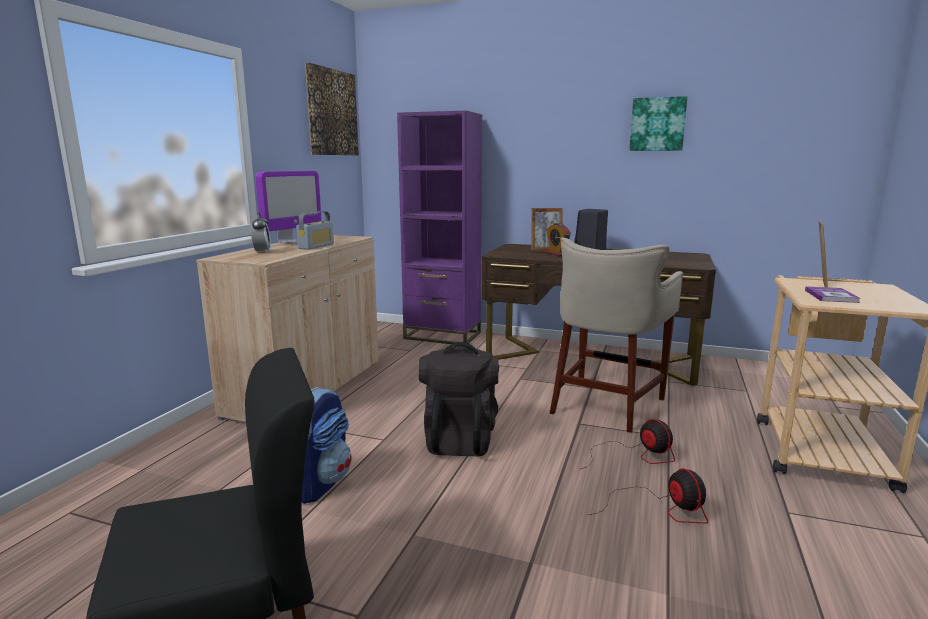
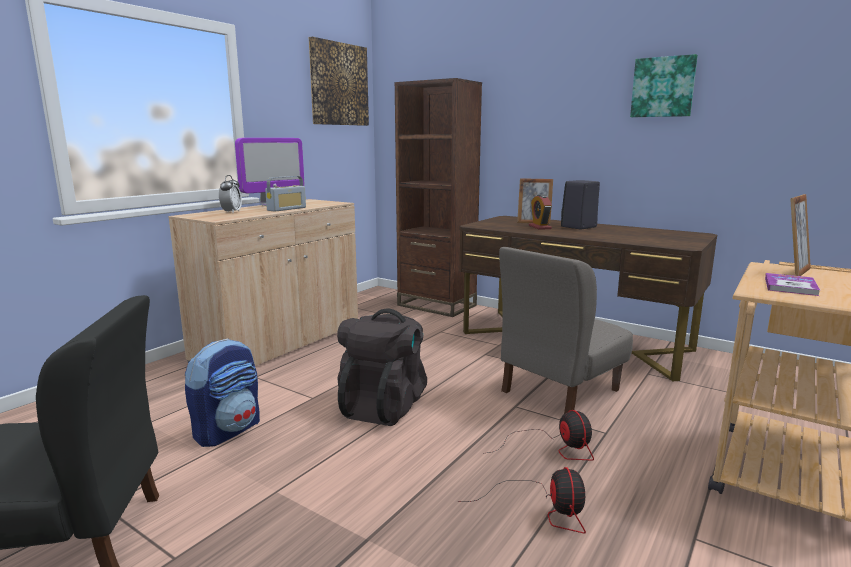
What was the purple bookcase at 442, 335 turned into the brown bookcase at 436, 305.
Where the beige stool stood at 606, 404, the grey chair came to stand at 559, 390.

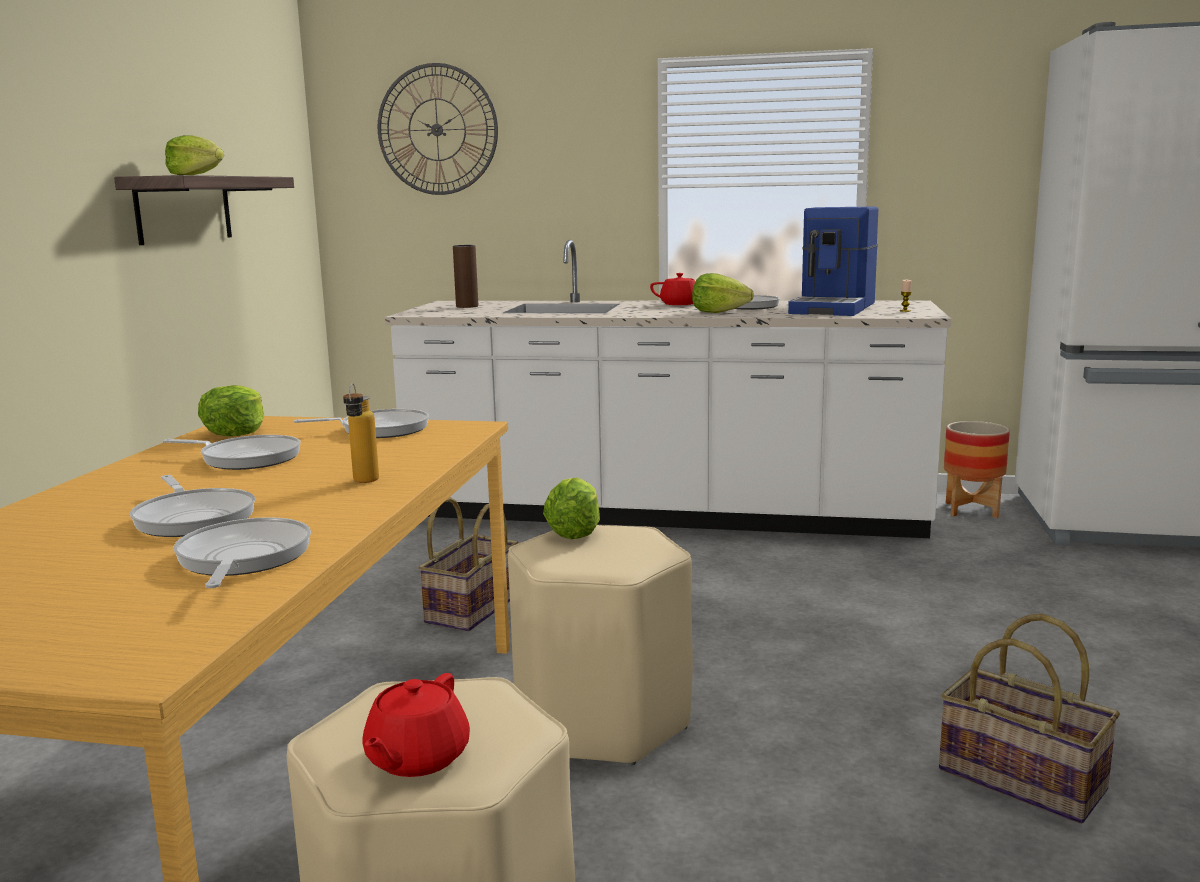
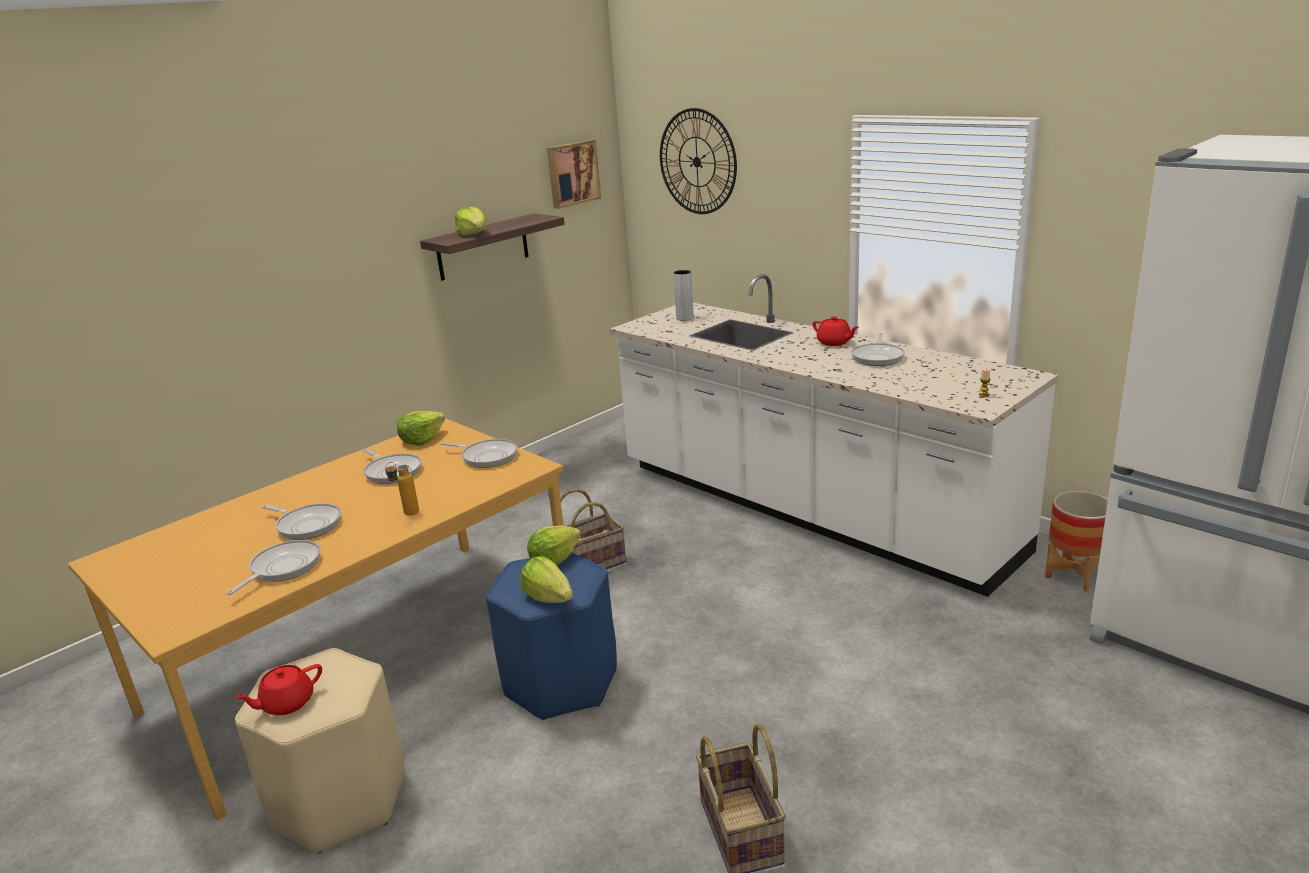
The frying pan at 194, 518 ended up facing another way, 60 degrees counterclockwise from before.
What was the brown vase at 467, 306 turned into the grey vase at 685, 318.
What was the beige stool at 602, 722 turned into the blue stool at 561, 683.
The lettuce ended up elsewhere, having gone from 718, 312 to 549, 597.
The second view lost the coffee machine at 834, 308.
The second view gained the picture at 572, 173.

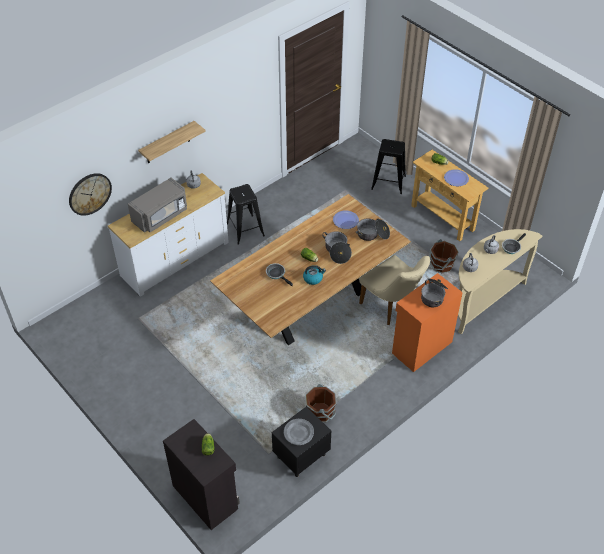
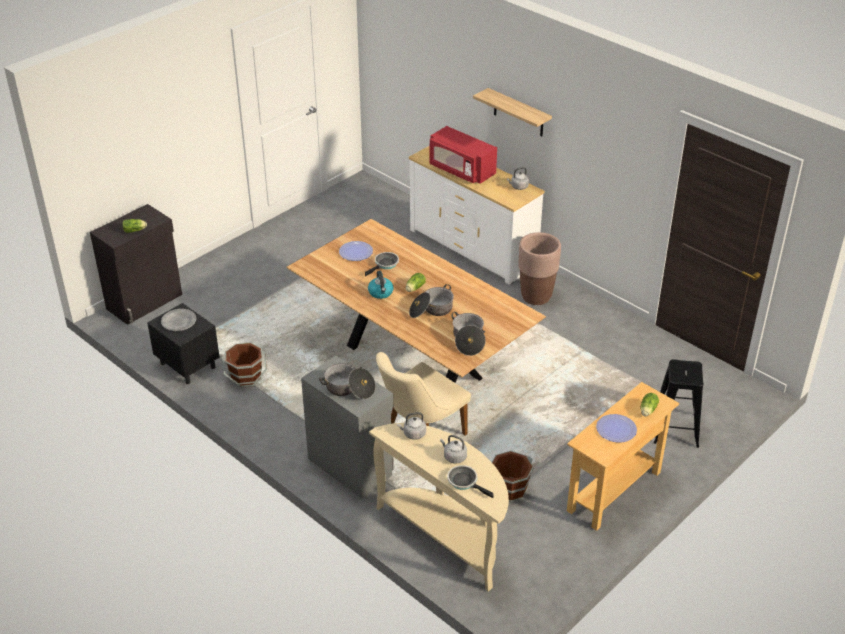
The second view lost the wall clock at 89, 193.
What was the grey microwave at 160, 216 turned into the red microwave at 461, 170.
Where the black stool stood at 245, 229, the brown planter came to stand at 536, 296.
The plate ended up elsewhere, having gone from 345, 220 to 356, 252.
What was the orange cabinet at 421, 347 turned into the grey cabinet at 350, 466.

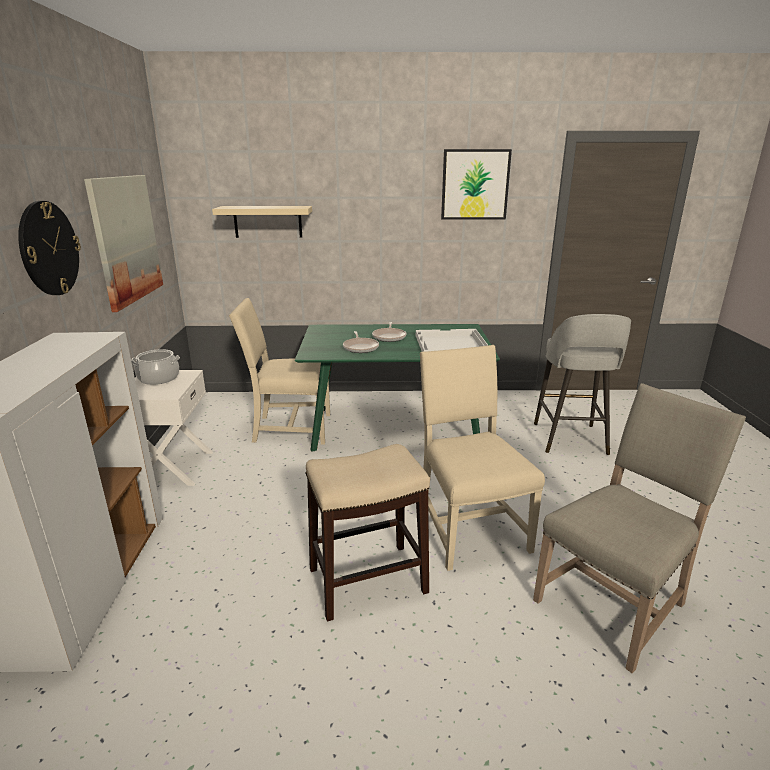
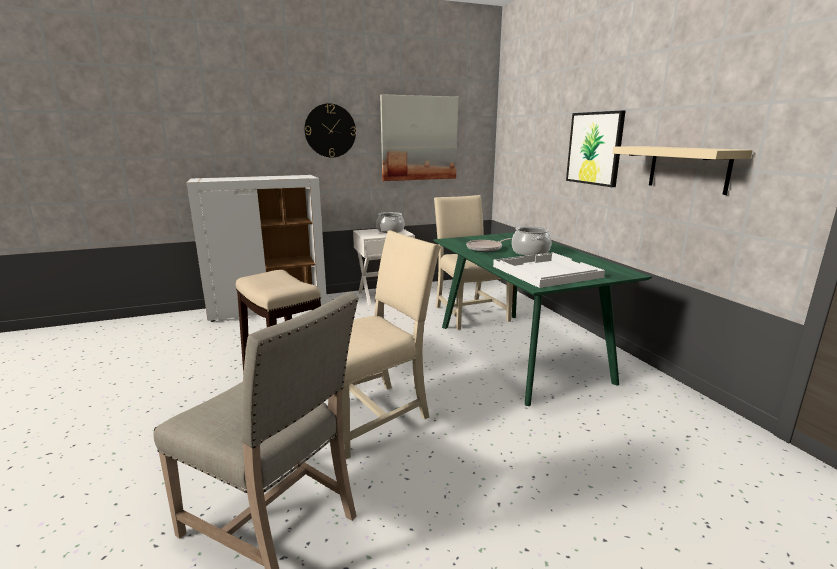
The beige shelf ended up elsewhere, having gone from 268, 221 to 688, 169.
Where the frying pan stood at 389, 337, the cooking pot came to stand at 530, 252.
The picture ended up elsewhere, having gone from 475, 185 to 595, 148.
The second view lost the grey stool at 570, 440.

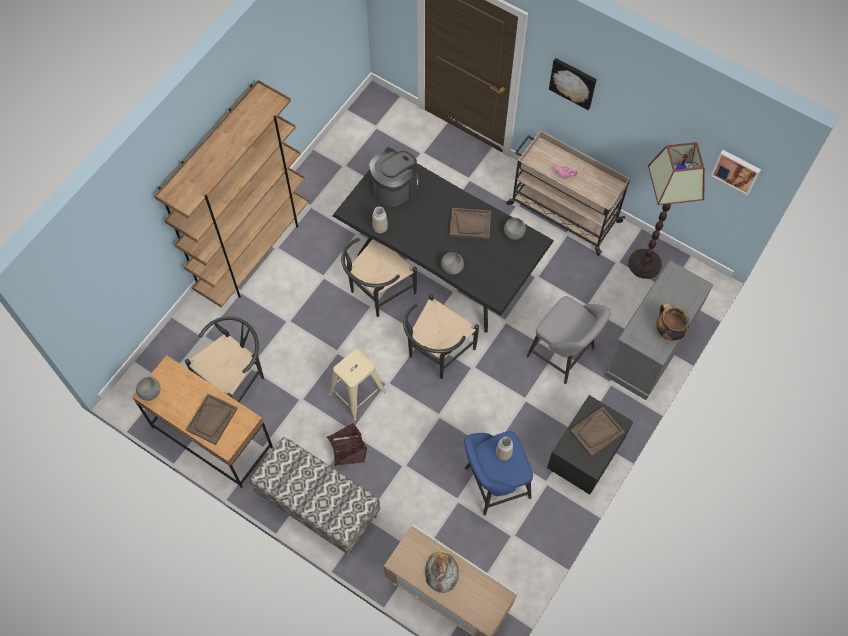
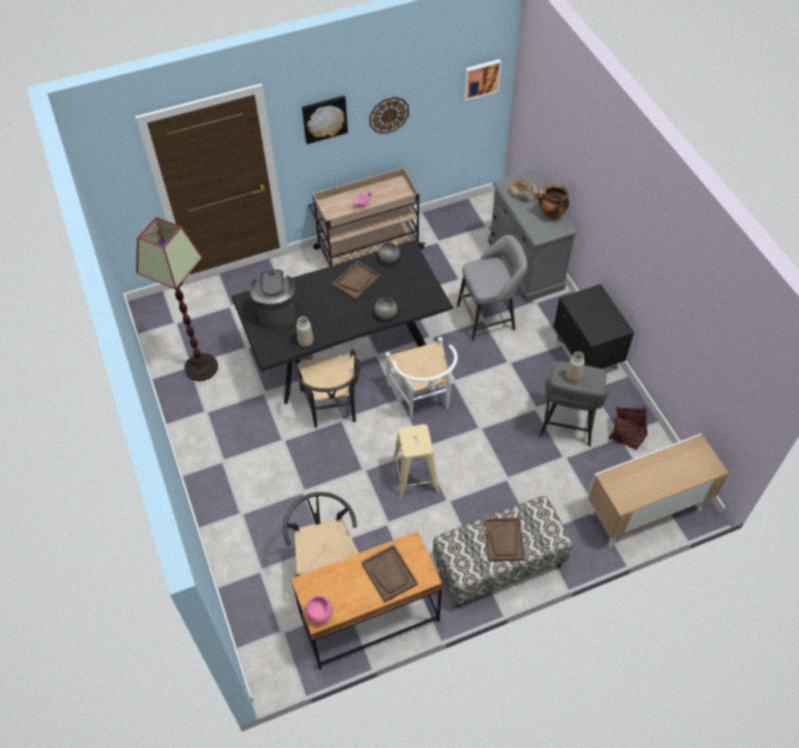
What was the grey bowl at 150, 392 turned into the pink bowl at 319, 614.
The second view lost the brown bookcase at 253, 251.
The basket ended up elsewhere, having gone from 348, 450 to 627, 434.
What was the black chair at 436, 354 turned into the white chair at 423, 399.
The bread ended up elsewhere, having gone from 441, 572 to 524, 192.
What was the blue stool at 493, 484 turned into the grey stool at 567, 424.
The brown tray ended up elsewhere, having gone from 596, 432 to 504, 540.
The floor lamp ended up elsewhere, having gone from 645, 264 to 201, 367.
The second view gained the wall clock at 388, 115.

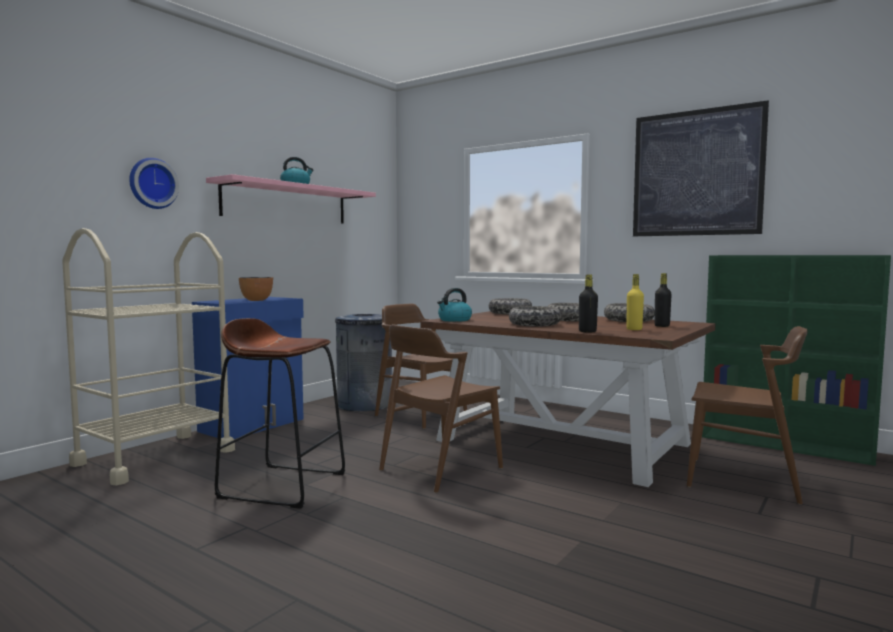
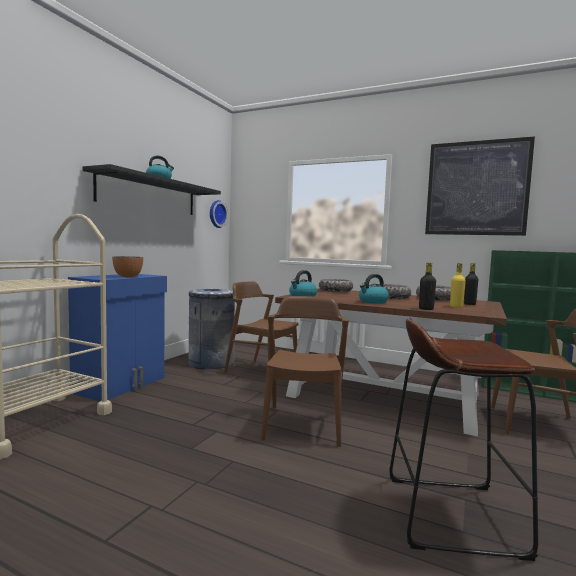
The wall clock ended up elsewhere, having gone from 152, 183 to 216, 214.
What was the pink shelf at 287, 203 turned into the black shelf at 149, 195.
The brown stool ended up elsewhere, having gone from 283, 485 to 451, 514.
The brown chair at 440, 469 ended up facing another way, 150 degrees clockwise from before.
Where the bowl stood at 534, 324, the kettle came to stand at 373, 302.

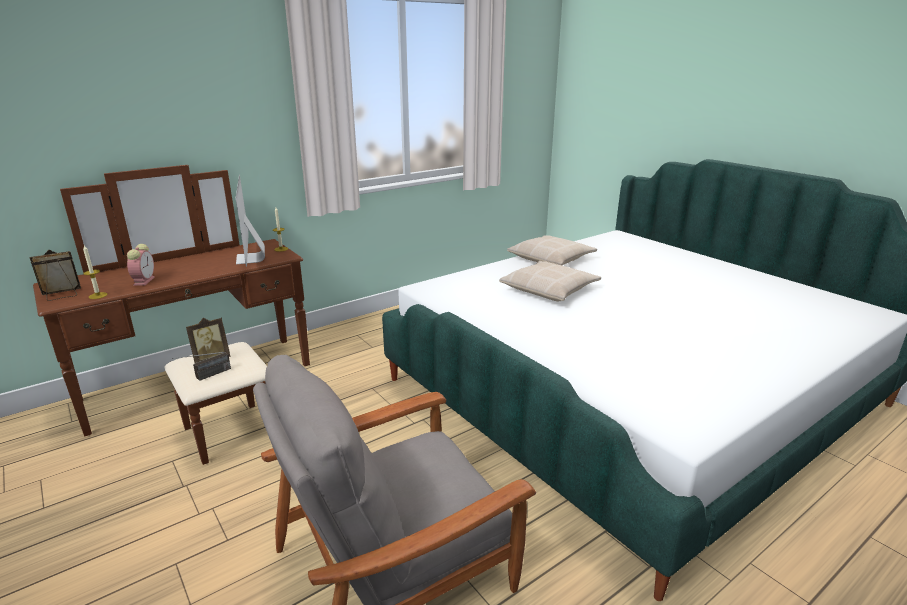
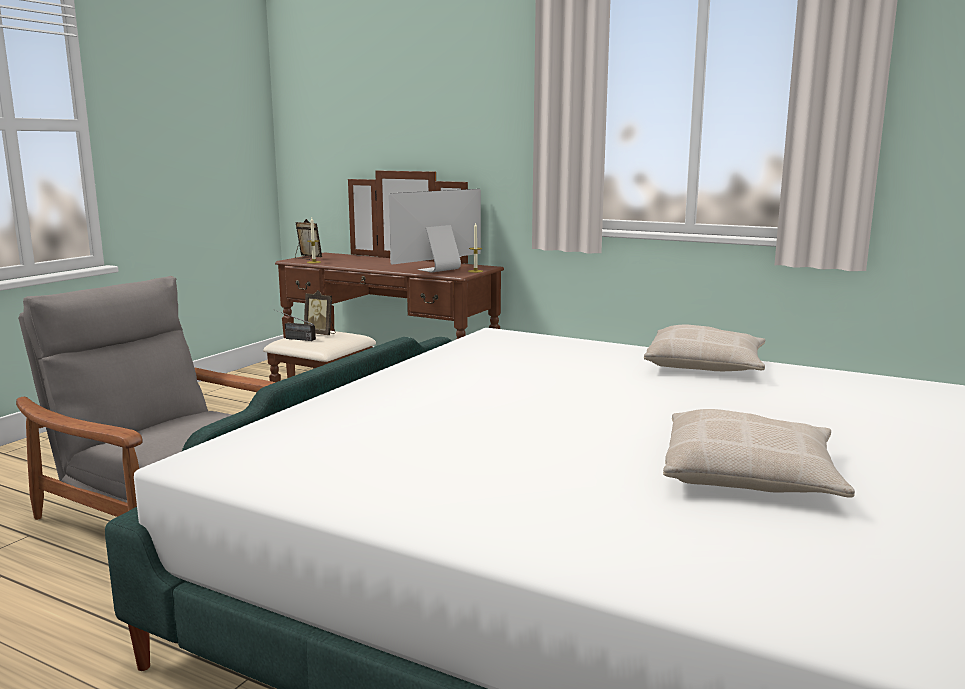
The second view lost the alarm clock at 144, 280.
The beige pillow ended up elsewhere, having gone from 549, 289 to 750, 475.

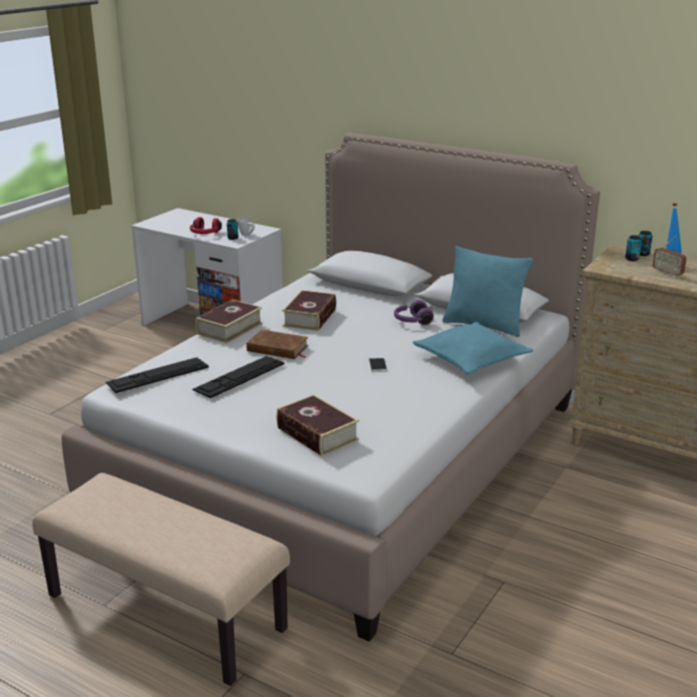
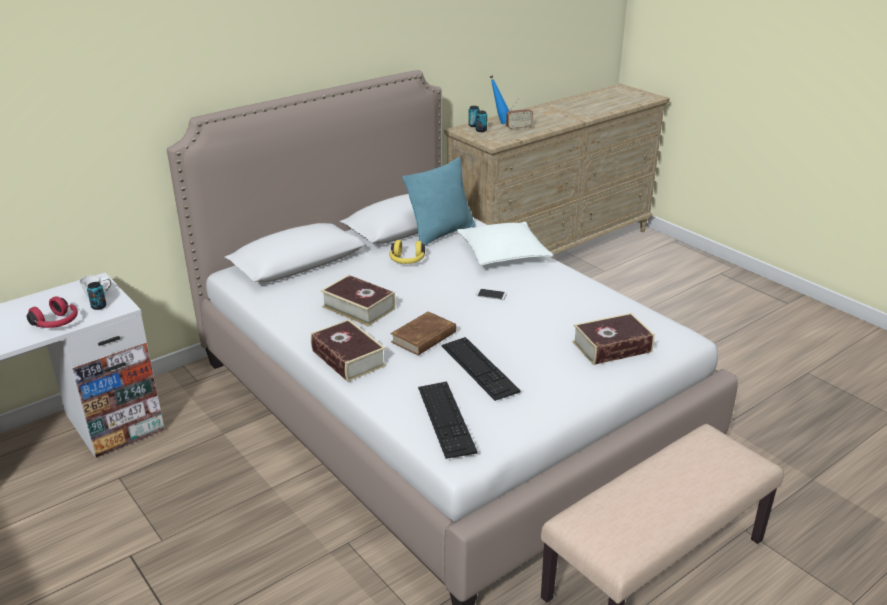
What was the purple headphones at 412, 321 turned into the yellow headphones at 407, 261.
What was the turquoise pillow at 471, 359 turned into the white pillow at 503, 253.

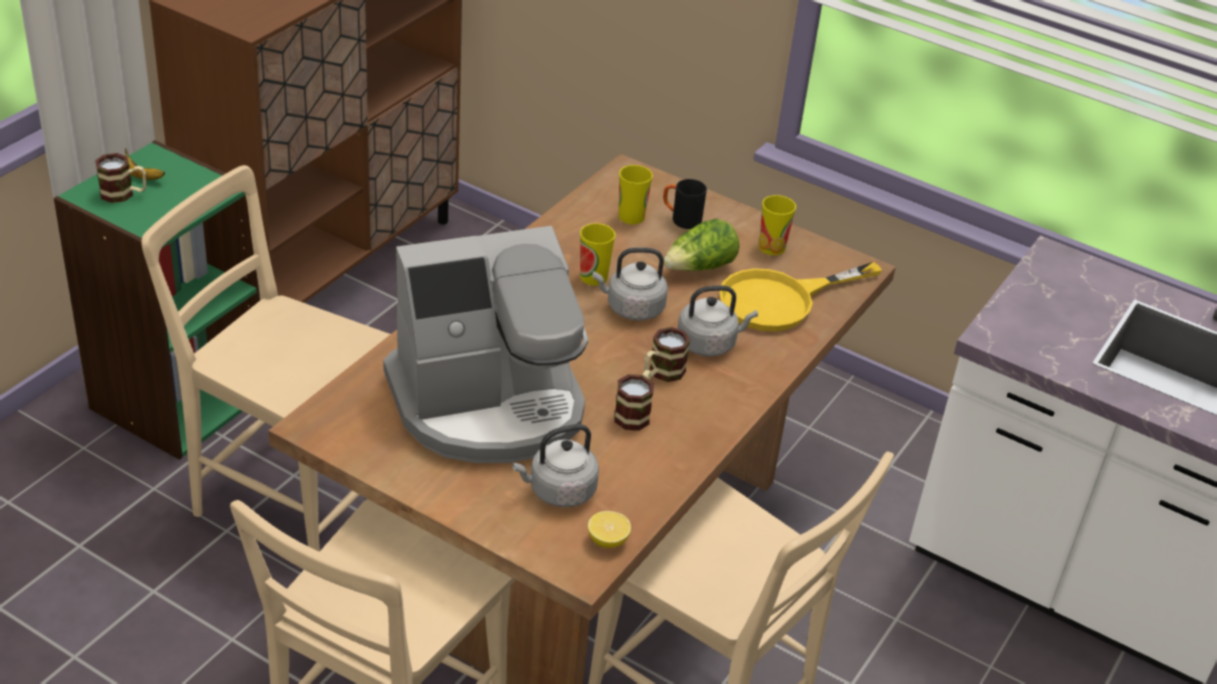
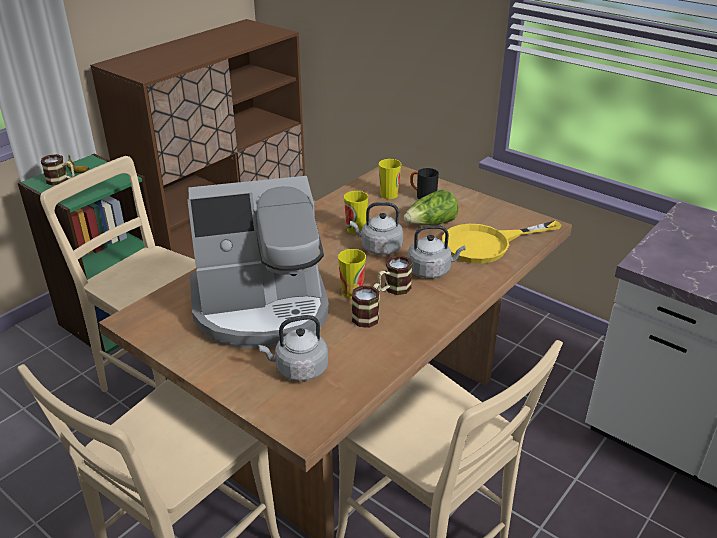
The second view lost the lemon at 608, 540.
The cup ended up elsewhere, having gone from 771, 247 to 352, 291.

